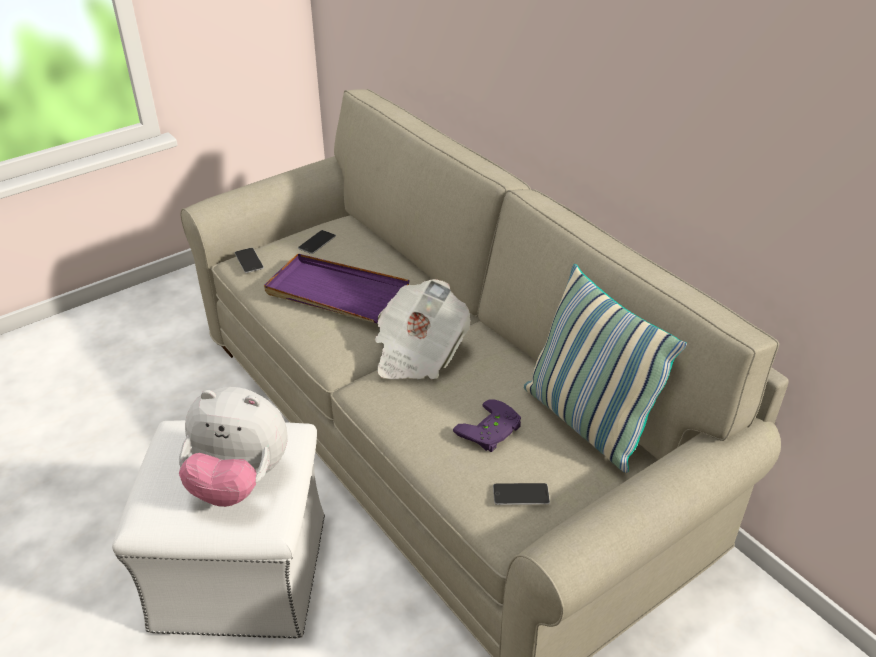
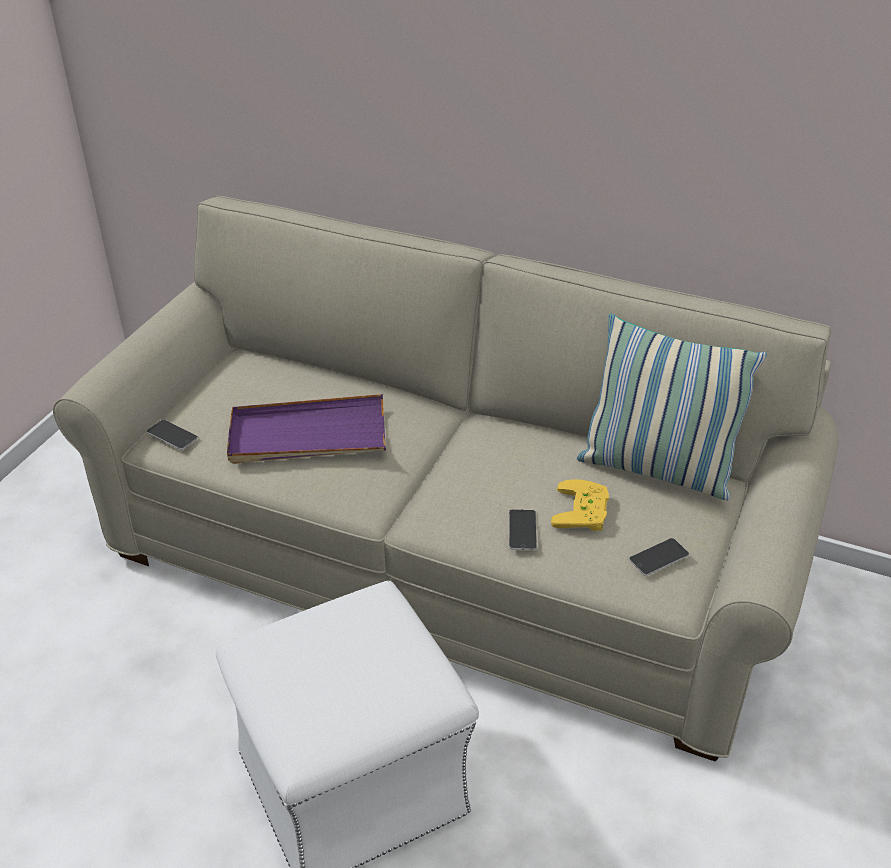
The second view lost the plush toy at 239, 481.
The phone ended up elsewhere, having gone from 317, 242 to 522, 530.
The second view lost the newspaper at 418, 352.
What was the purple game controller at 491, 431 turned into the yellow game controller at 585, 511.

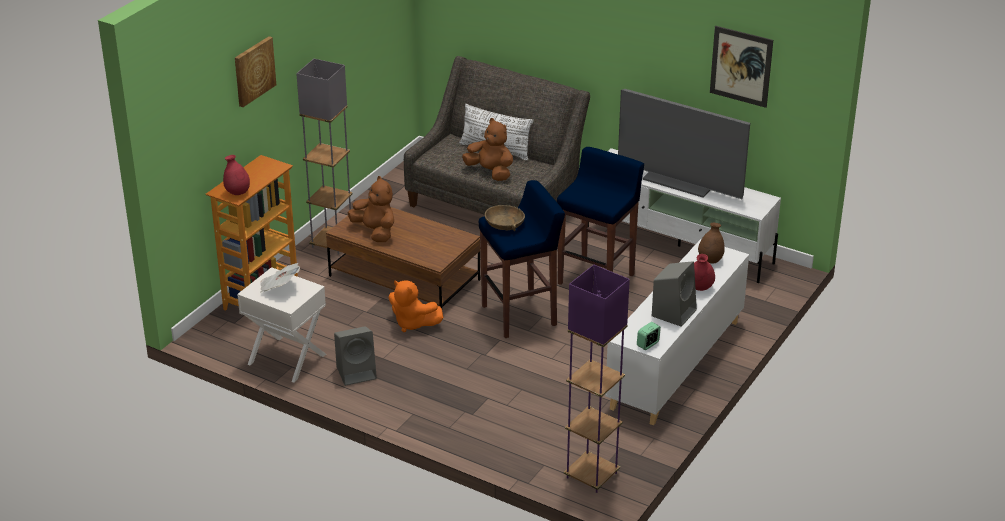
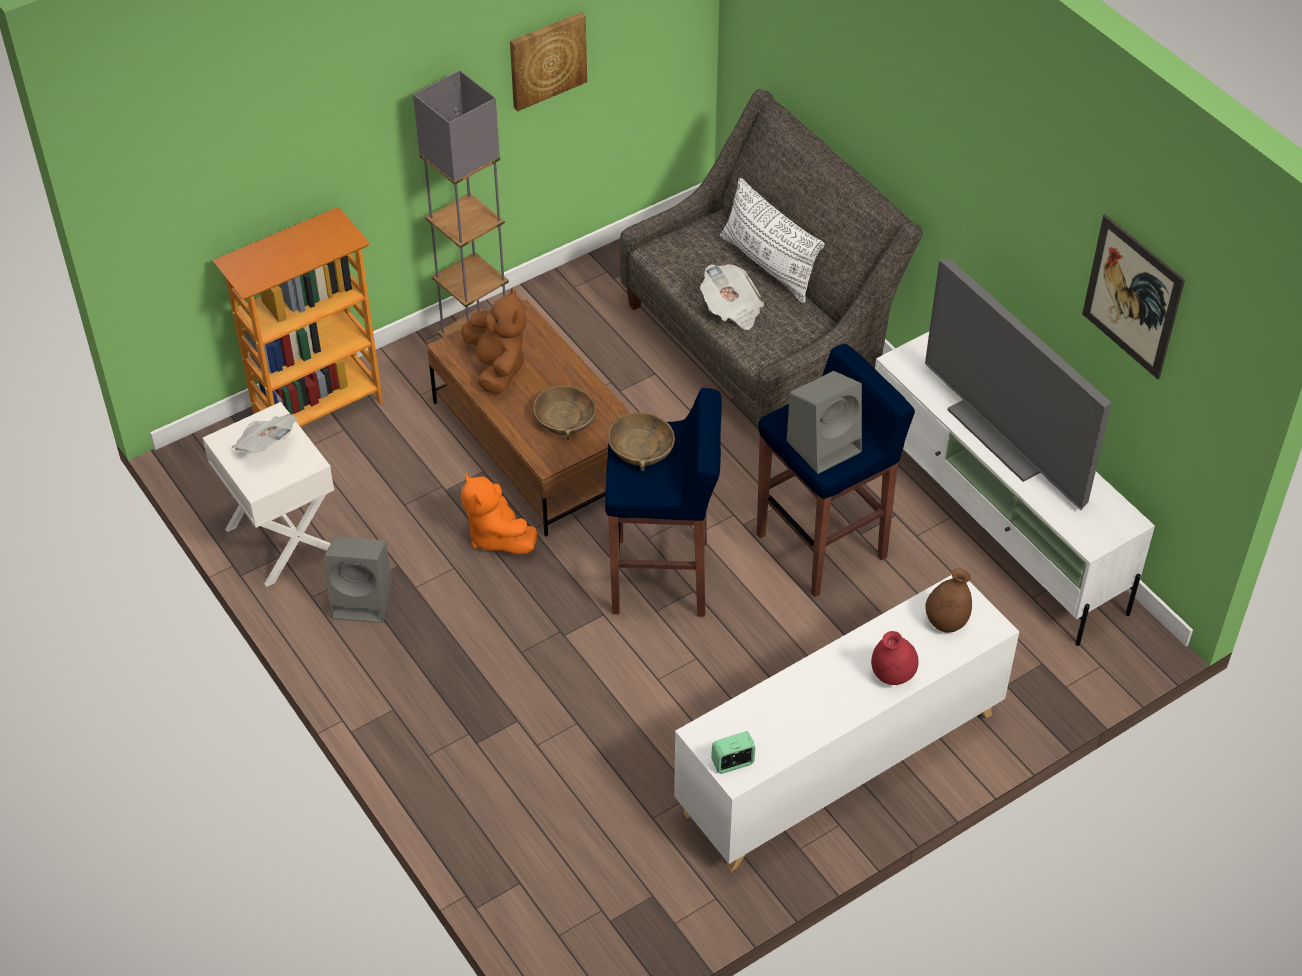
The second view lost the red vase at 237, 193.
The picture ended up elsewhere, having gone from 253, 71 to 547, 60.
Where the brown plush toy stood at 490, 172, the newspaper came to stand at 732, 309.
The second view lost the purple floor lamp at 591, 475.
The grey speaker ended up elsewhere, having gone from 674, 312 to 825, 445.
The second view gained the brown bowl at 565, 419.

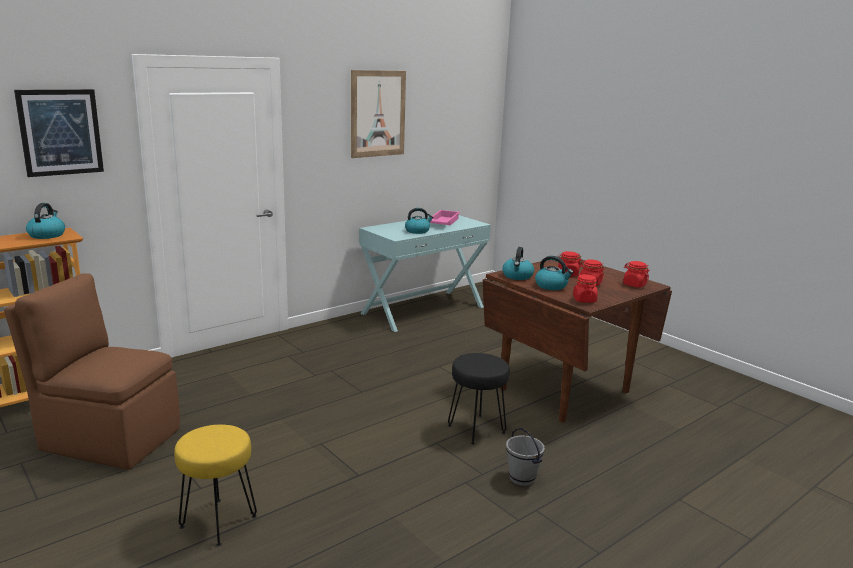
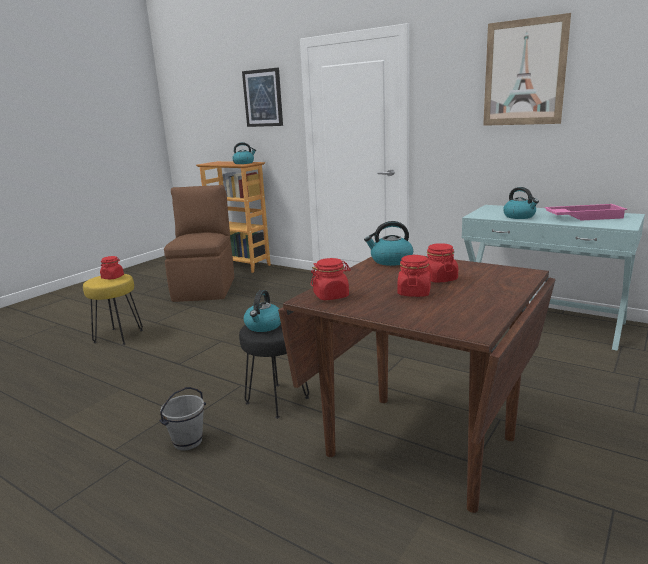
The kettle ended up elsewhere, having gone from 551, 286 to 263, 326.
The red jar ended up elsewhere, having gone from 634, 285 to 113, 277.

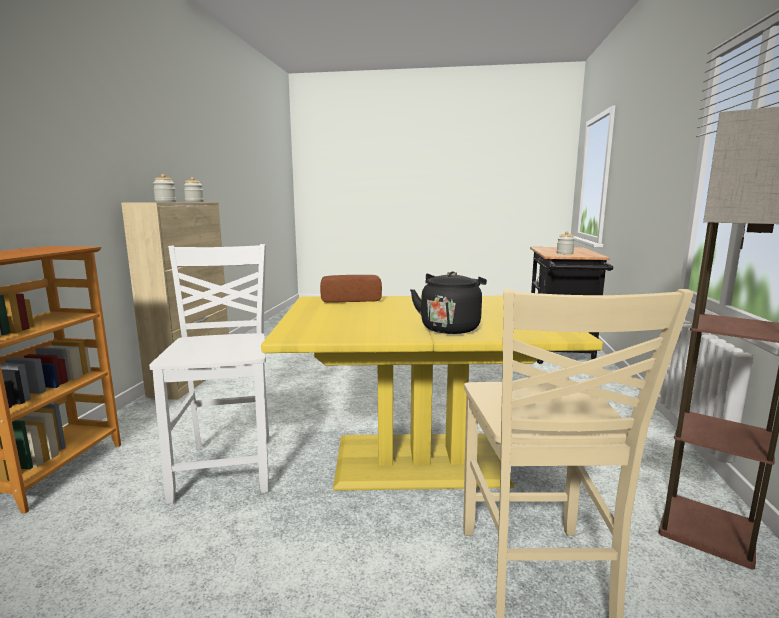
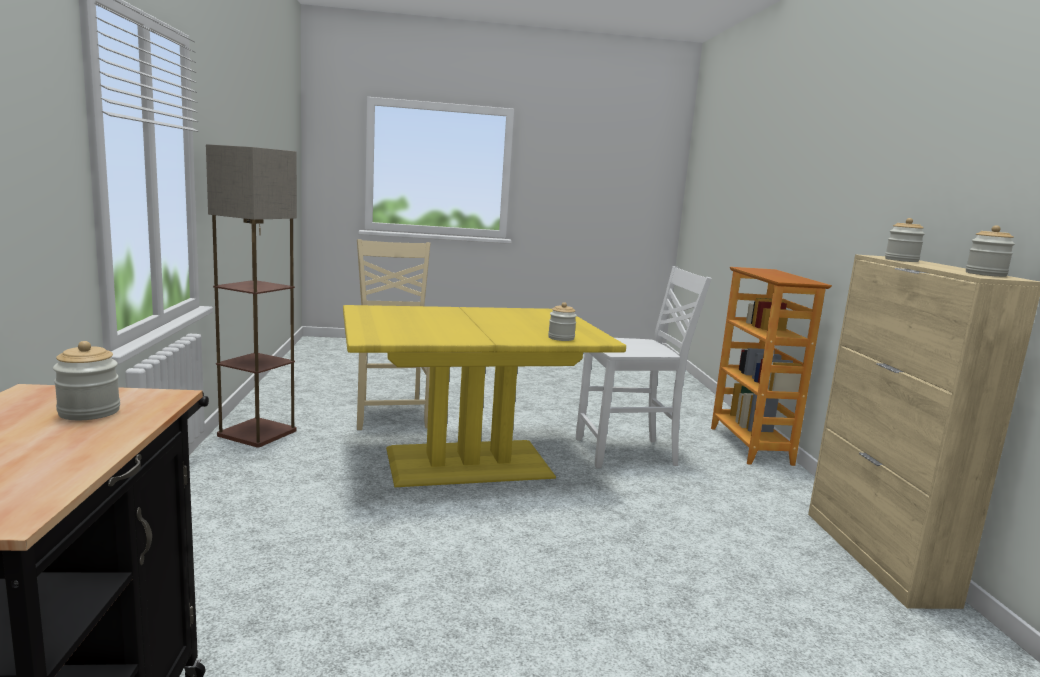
The white chair at 228, 467 ended up facing another way, 75 degrees counterclockwise from before.
Where the bread stood at 350, 299, the jar came to stand at 561, 338.
The second view lost the black kettle at 450, 327.

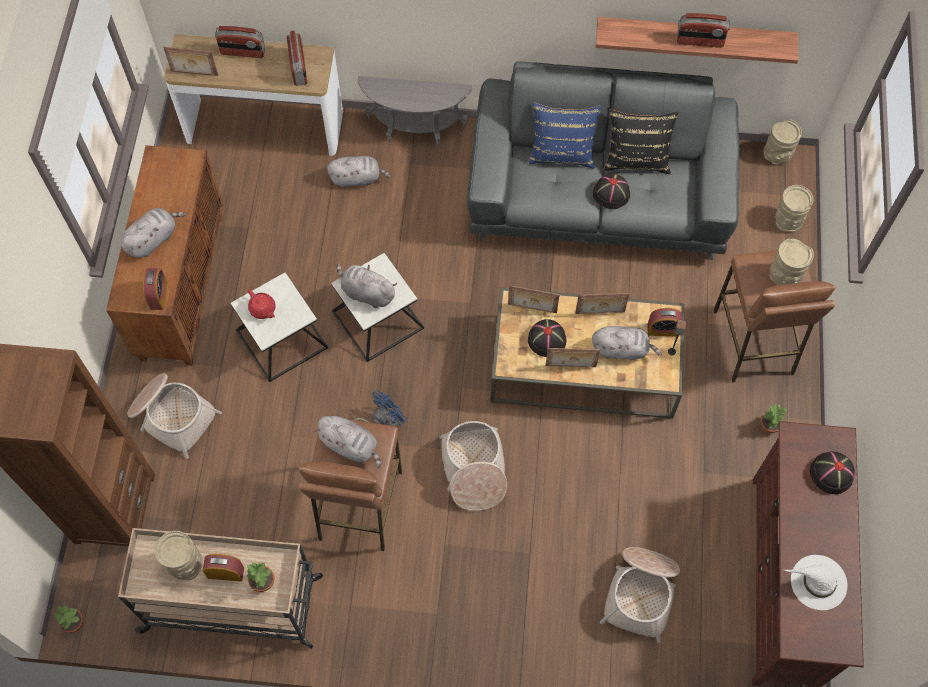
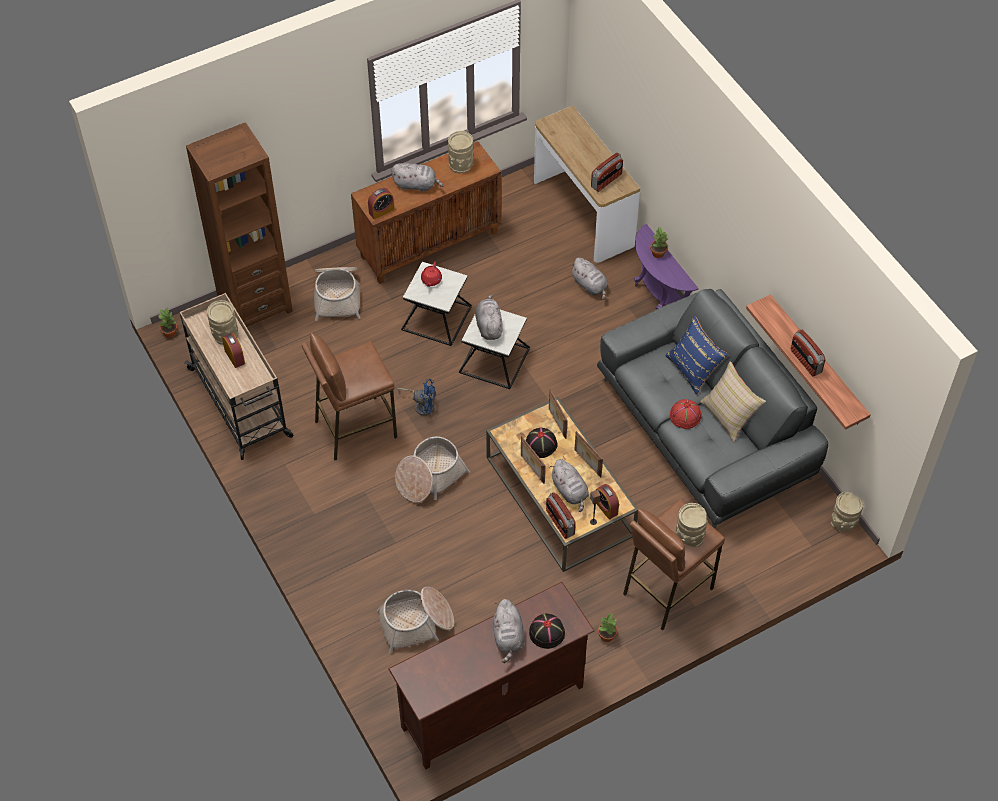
The second view lost the picture frame at 194, 74.
The radio ended up elsewhere, having gone from 242, 52 to 559, 522.
The potted plant ended up elsewhere, having gone from 262, 582 to 658, 253.
The grey plush toy ended up elsewhere, having gone from 351, 445 to 508, 637.
What was the grey side table at 415, 131 turned into the purple side table at 657, 295.
What was the black hat at 611, 193 turned into the red hat at 685, 416.
What was the black pillow at 637, 157 turned into the beige pillow at 729, 415.
The beige vase ended up elsewhere, having gone from 788, 219 to 461, 164.
The second view lost the white hat at 817, 582.

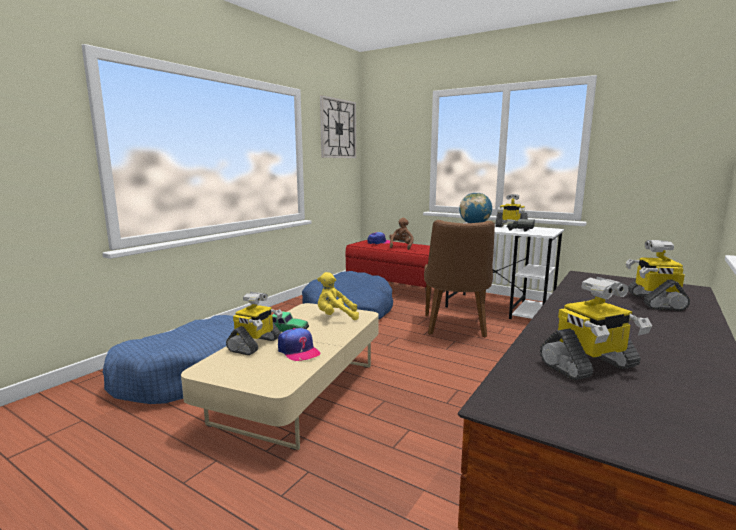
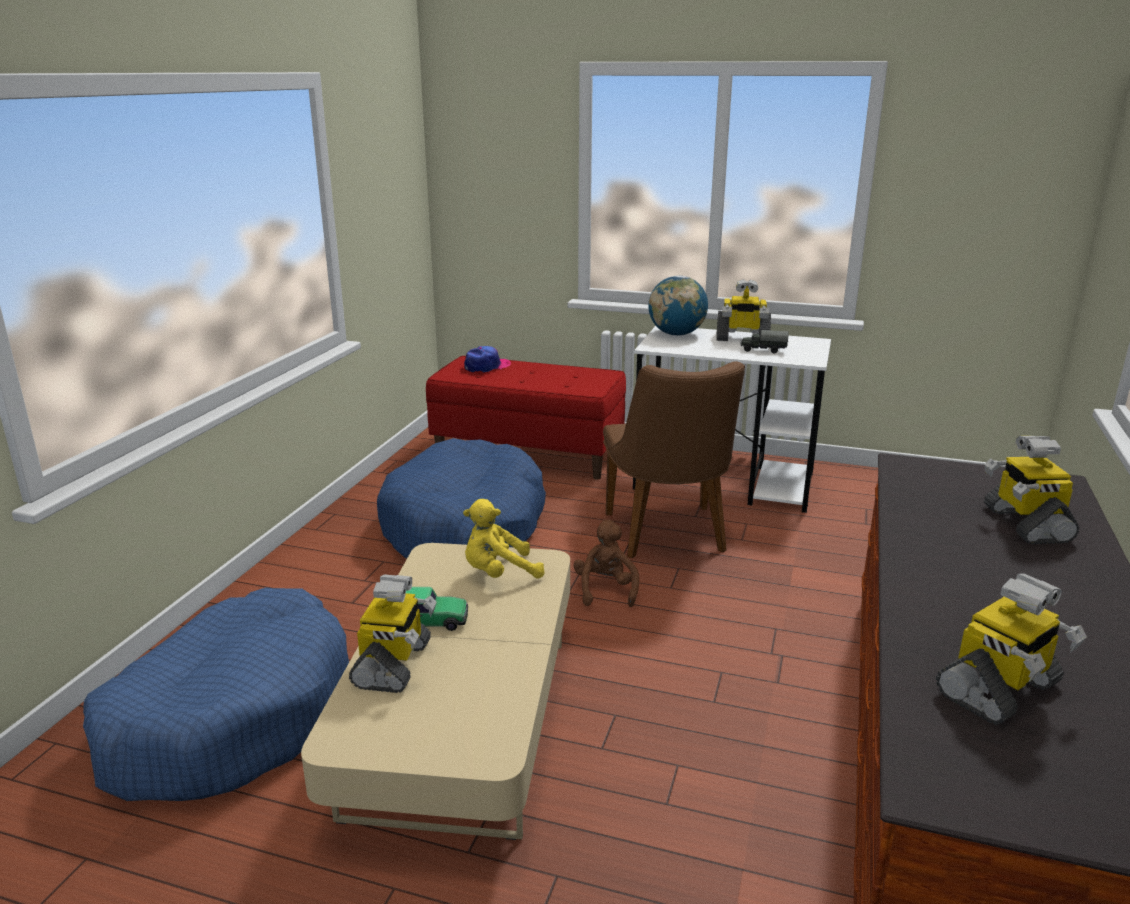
The second view lost the cap at 298, 351.
The second view lost the wall clock at 338, 128.
The brown plush toy ended up elsewhere, having gone from 401, 247 to 605, 590.

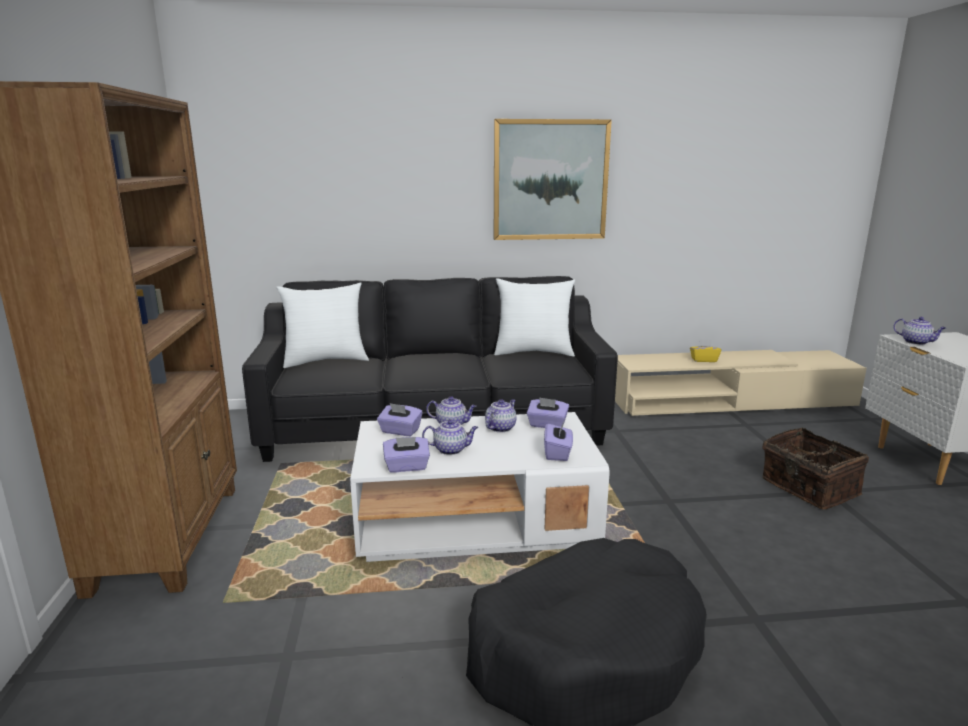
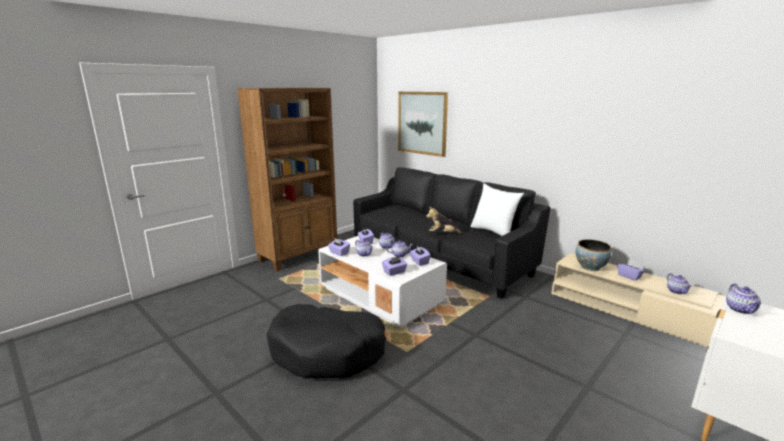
The second view lost the white pillow at 326, 360.
The picture ended up elsewhere, having gone from 550, 180 to 422, 123.
What was the yellow tissue box at 704, 360 turned into the purple tissue box at 629, 276.
The second view lost the basket at 807, 488.
The second view gained the plush toy at 443, 234.
The second view gained the bowl at 590, 267.
The second view gained the teapot at 677, 291.

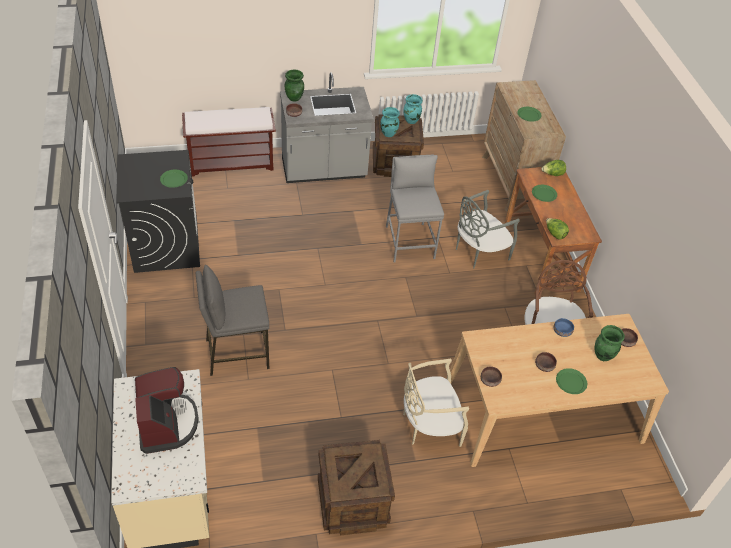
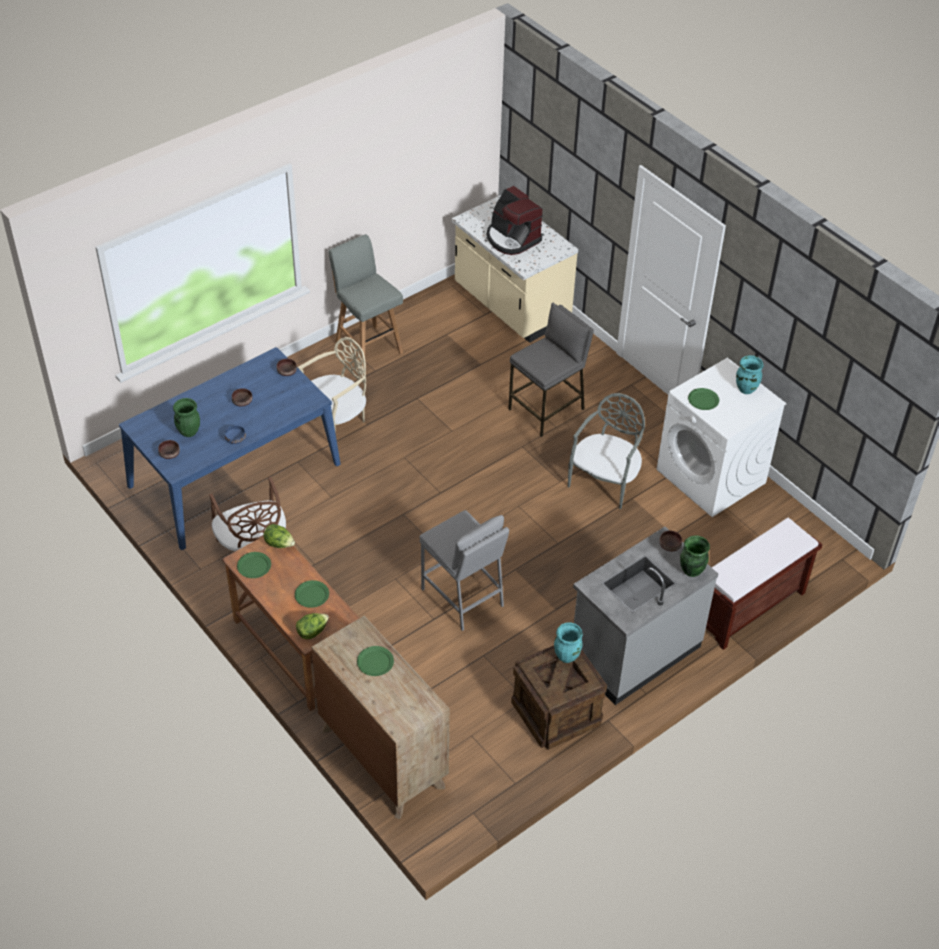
What was the black washing machine at 166, 245 turned into the white washing machine at 711, 476.
Where the crate stood at 352, 502, the grey stool came to stand at 368, 347.
The turquoise vase ended up elsewhere, having gone from 411, 121 to 745, 389.
What was the beige dining table at 543, 411 turned into the blue dining table at 234, 475.
The grey chair ended up elsewhere, having gone from 479, 252 to 605, 481.
The green plate ended up elsewhere, having gone from 570, 382 to 254, 566.

